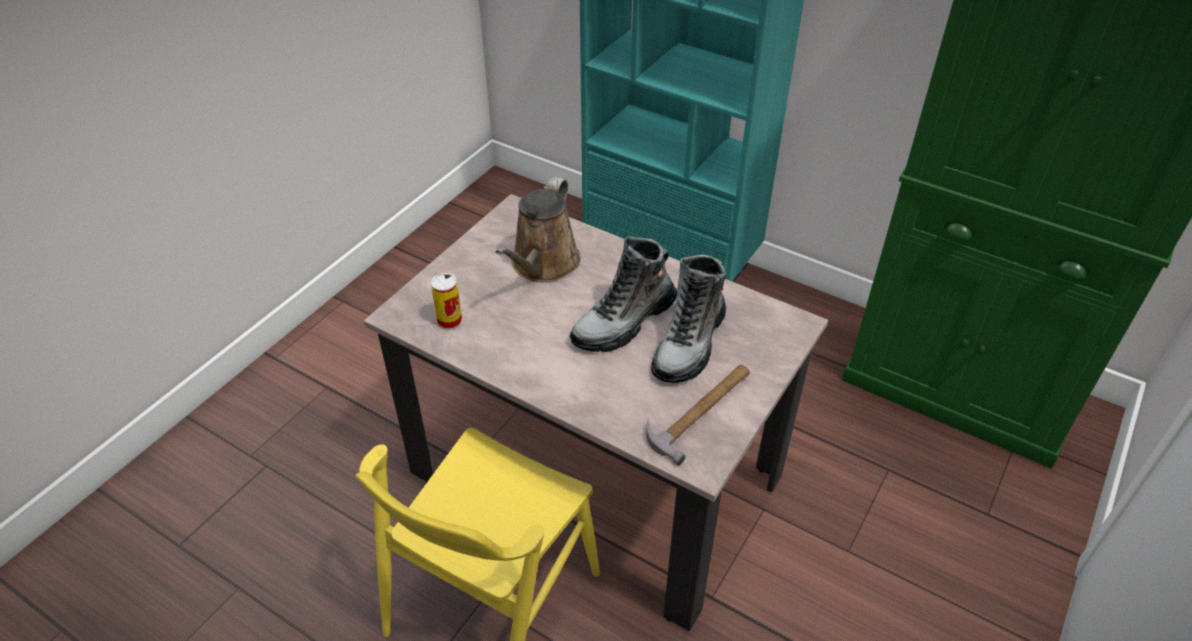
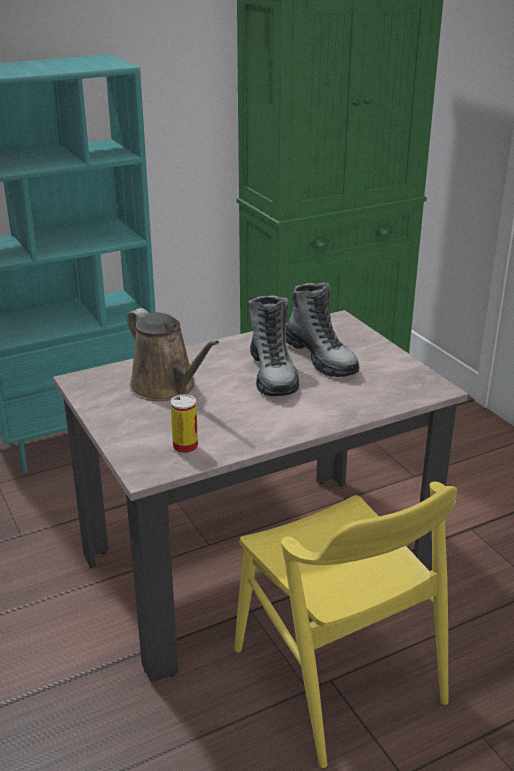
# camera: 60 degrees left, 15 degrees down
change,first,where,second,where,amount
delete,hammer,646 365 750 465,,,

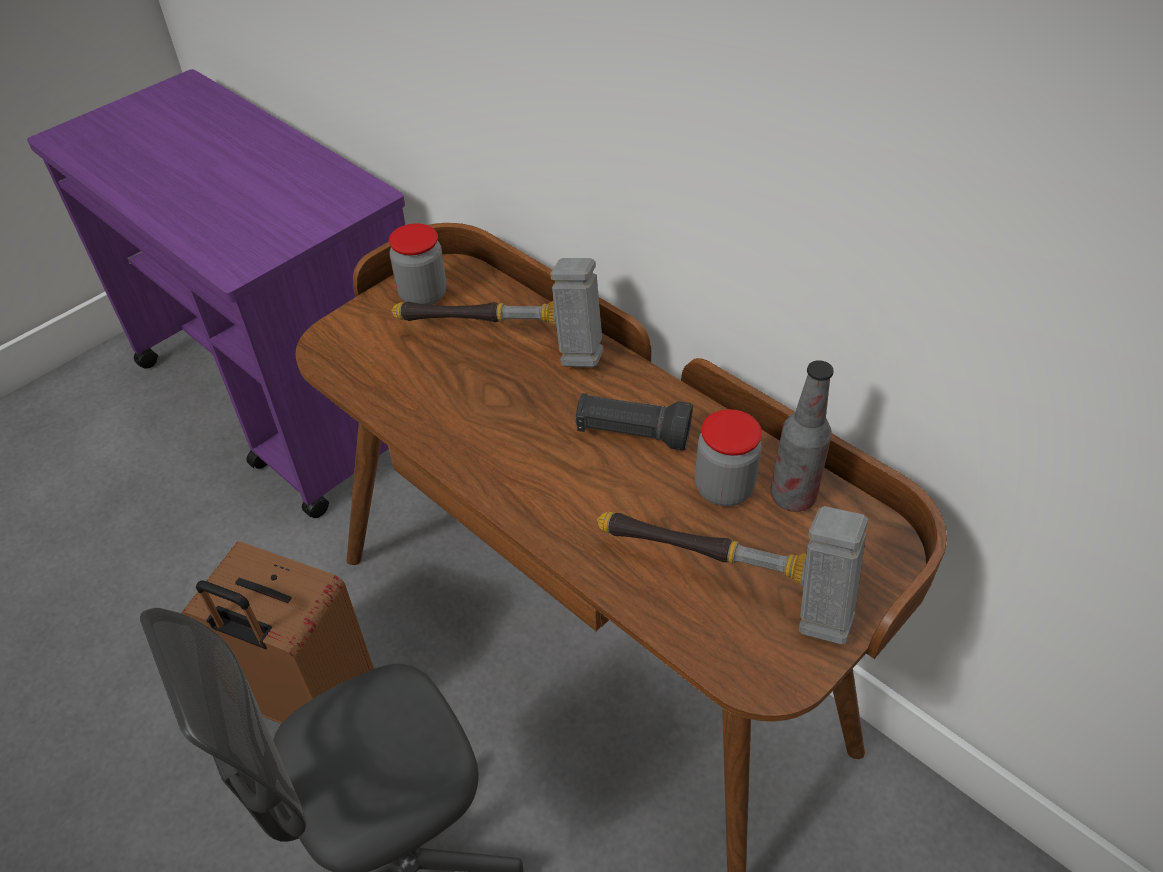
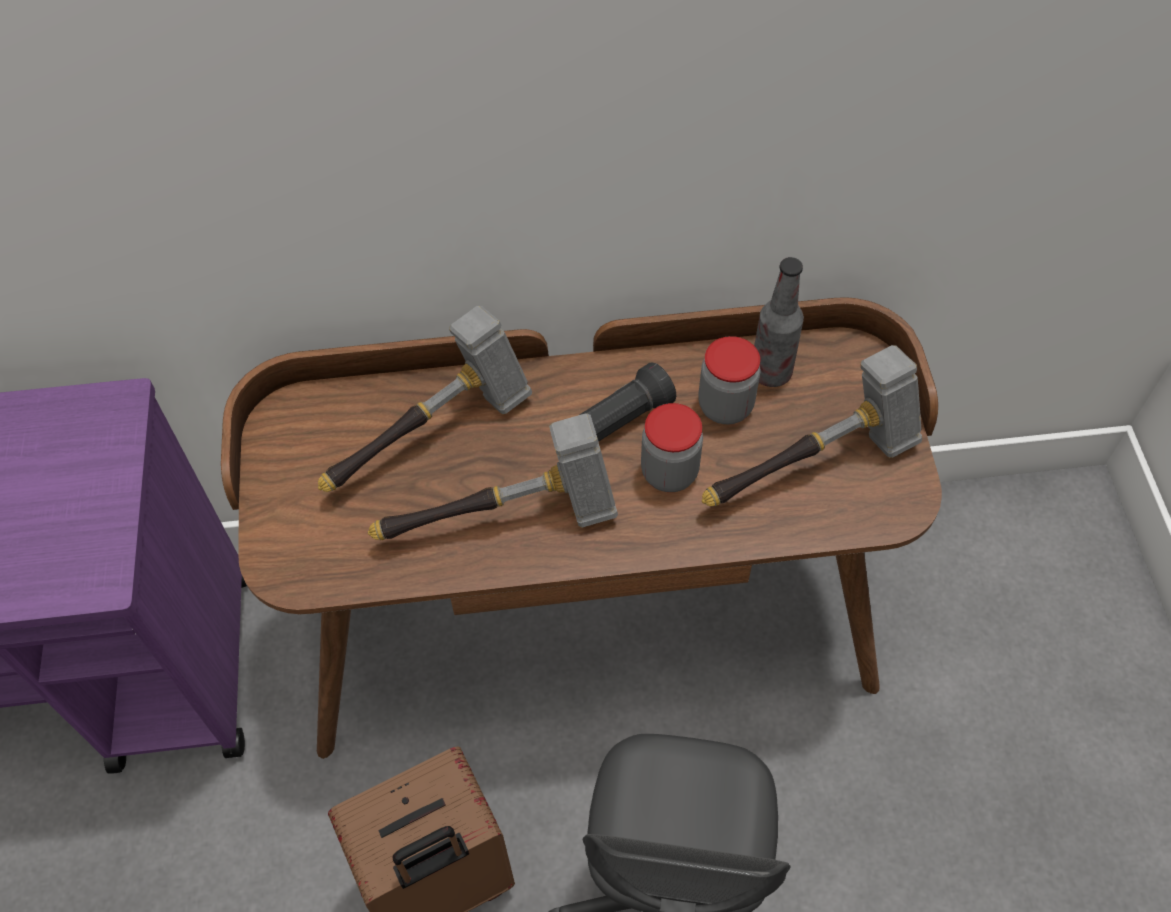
# camera: 50 degrees left, 10 degrees up
change,first,where,second,where,amount
insert,,,hammer,368 413 618 540,
move,jar,389 223 447 305,,641 403 703 492,

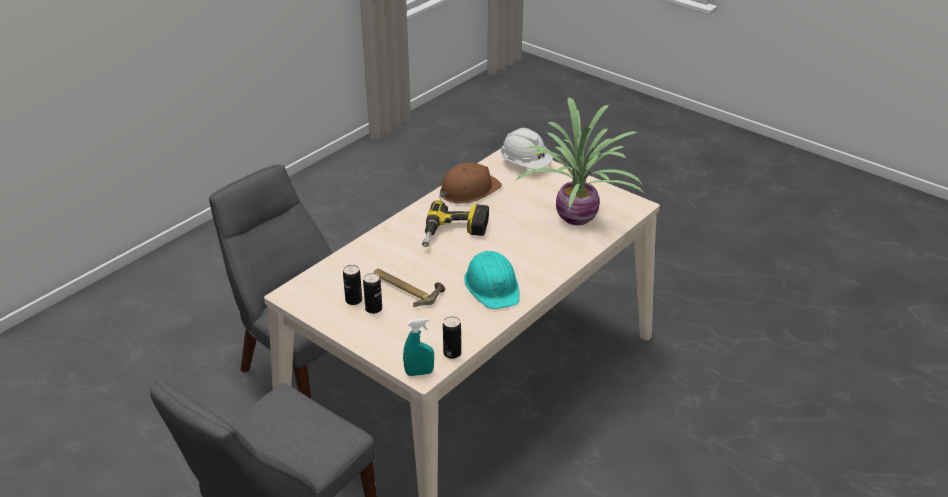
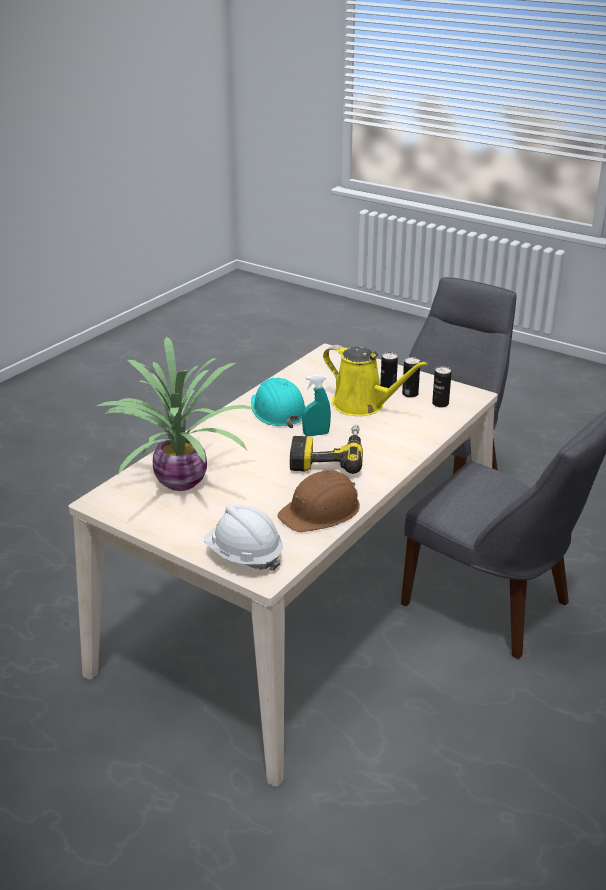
# camera: 175 degrees right, 5 degrees down
change,first,where,second,where,amount
move,spray bottle (turquoise),403 318 434 376,,302 375 331 436,
replace,hammer,374 269 445 307,watering can (yellow),323 345 428 416,
move,can,443 316 461 359,,432 366 451 408,

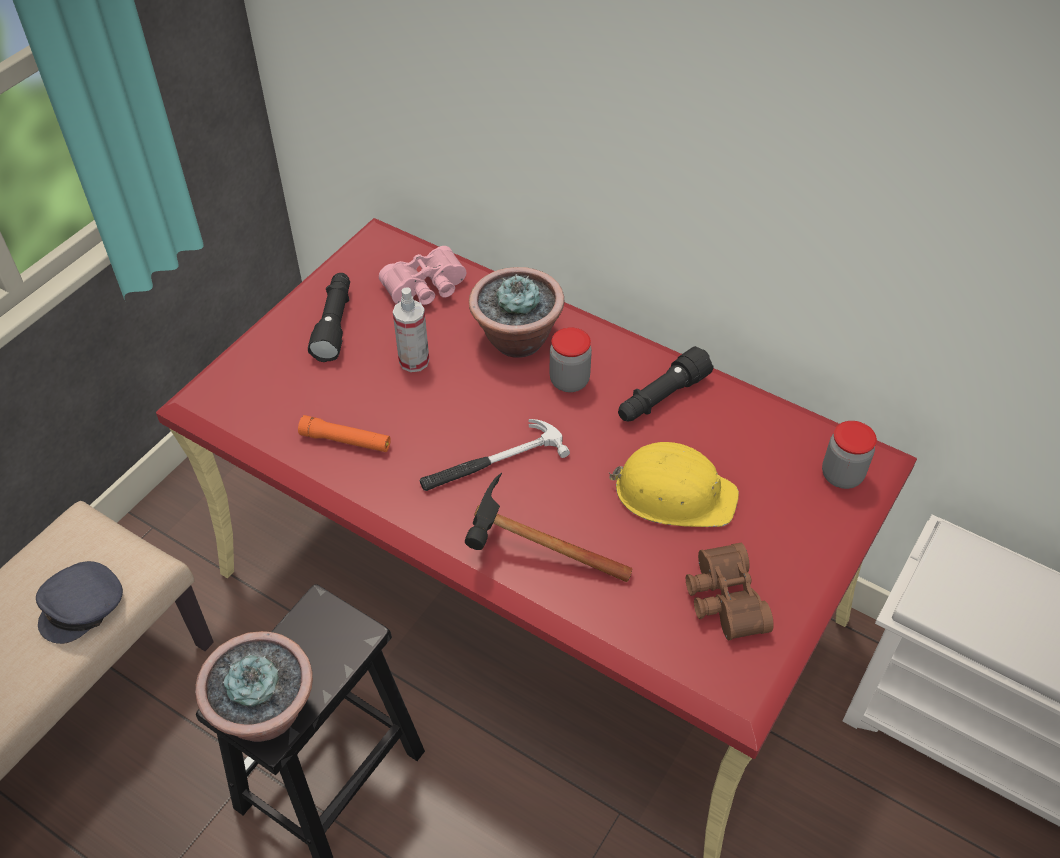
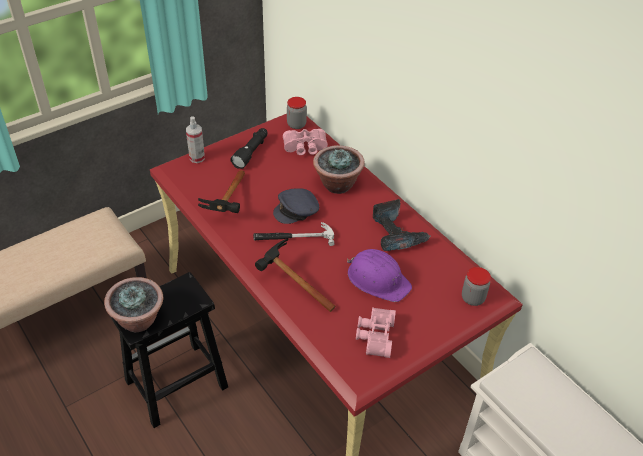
# camera: 20 degrees right, 5 degrees down
change,first,where,second,where,amount
move,spray bottle,393 287 429 372,,186 116 205 163,
replace,flashlight (orange),298 415 391 452,hammer,198 171 245 213,
move,cap (grey),36 561 123 644,,273 188 319 224,
move,jar,549 327 592 392,,287 97 307 129,
recolor,hard hat (yellow),609 442 739 527,hard hat (purple),347 249 412 302,
recolor,binoculars (brown),686 543 774 641,binoculars (pink),356 307 396 358,
replace,flashlight (black),618 346 713 421,power drill,373 199 431 251,

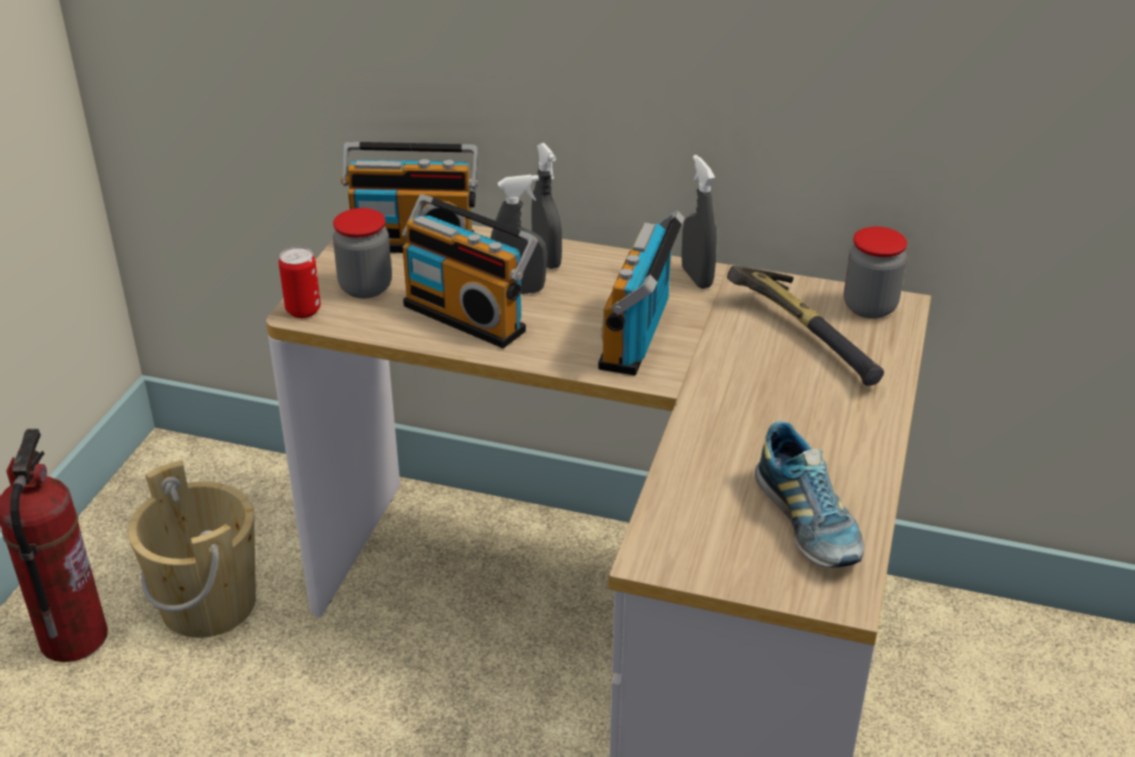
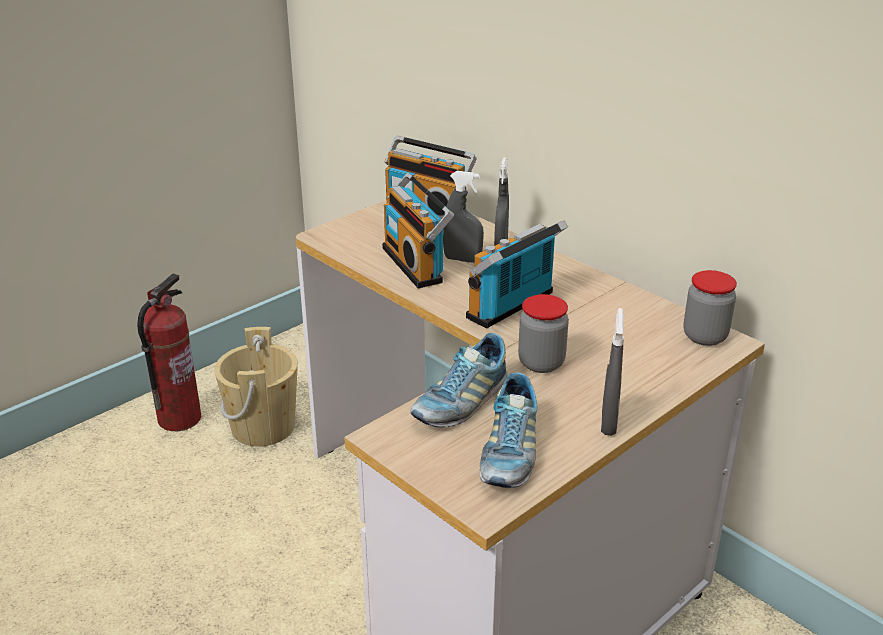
# camera: 30 degrees right, 5 degrees down
change,first,where,second,where,amount
insert,,,shoe,411 333 508 427,
move,jar,333 208 392 298,,518 294 569 373,
move,spray bottle (grey),681 155 717 289,,601 308 624 436,
delete,can,279 247 321 318,,,
delete,hammer,727 266 884 386,,,

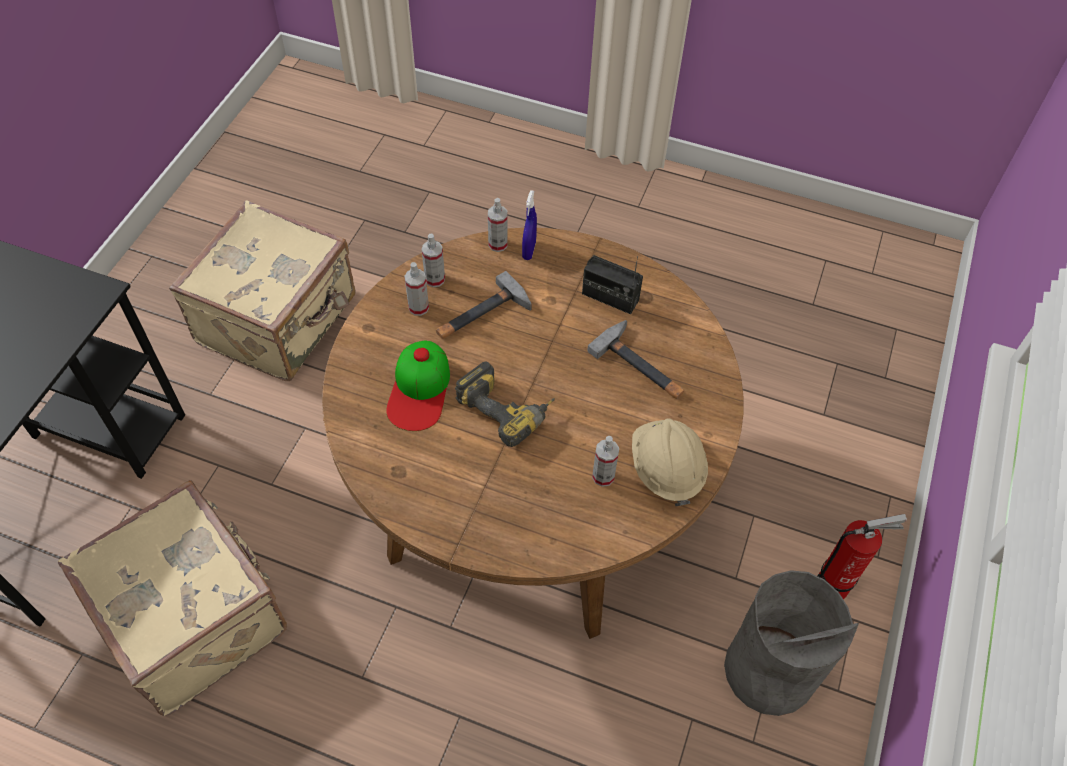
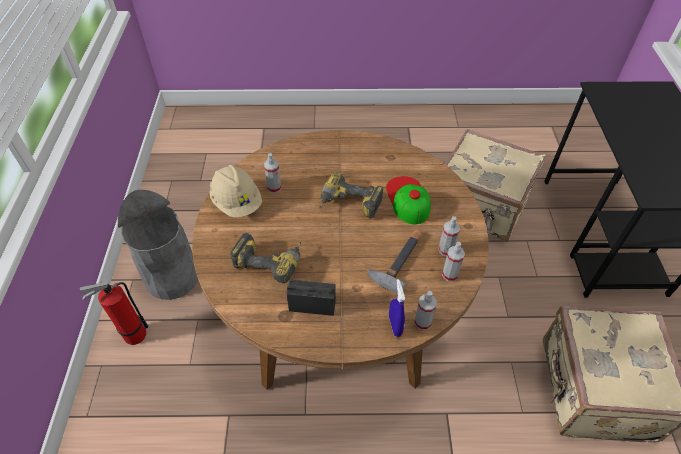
# camera: 160 degrees right, 5 degrees down
change,first,where,second,where,amount
replace,hammer,587 320 684 399,power drill,230 233 301 283,

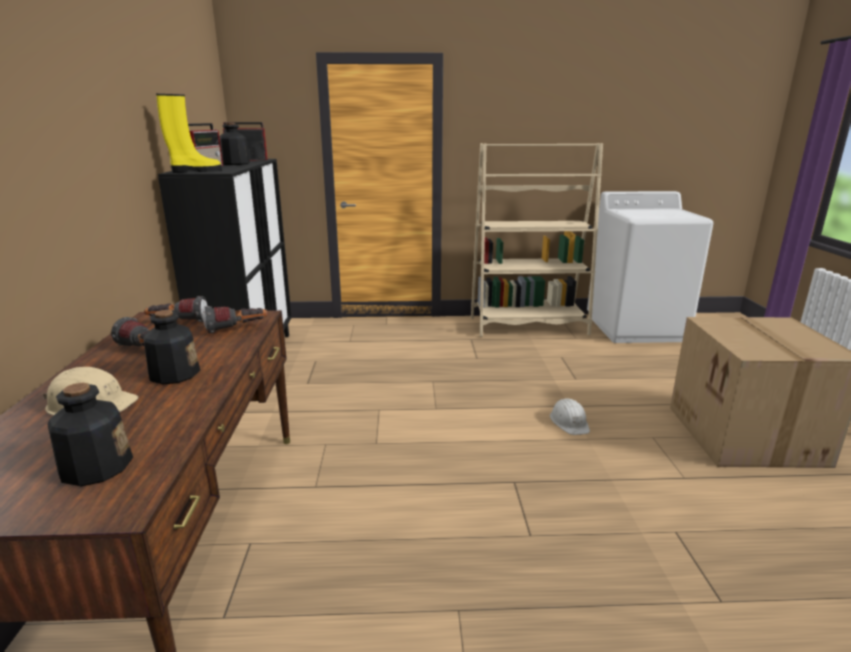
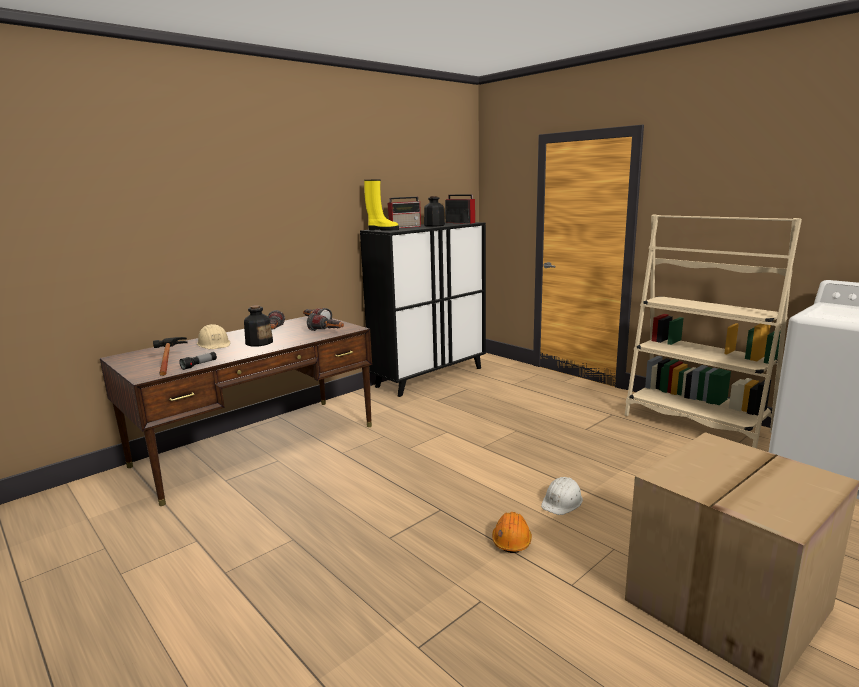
# camera: 50 degrees right, 5 degrees down
change,first,where,second,where,amount
replace,bottle,47 382 133 486,hammer,153 337 187 376,
insert,,,flashlight,179 352 217 370,
insert,,,hard hat (orange),492 512 532 553,

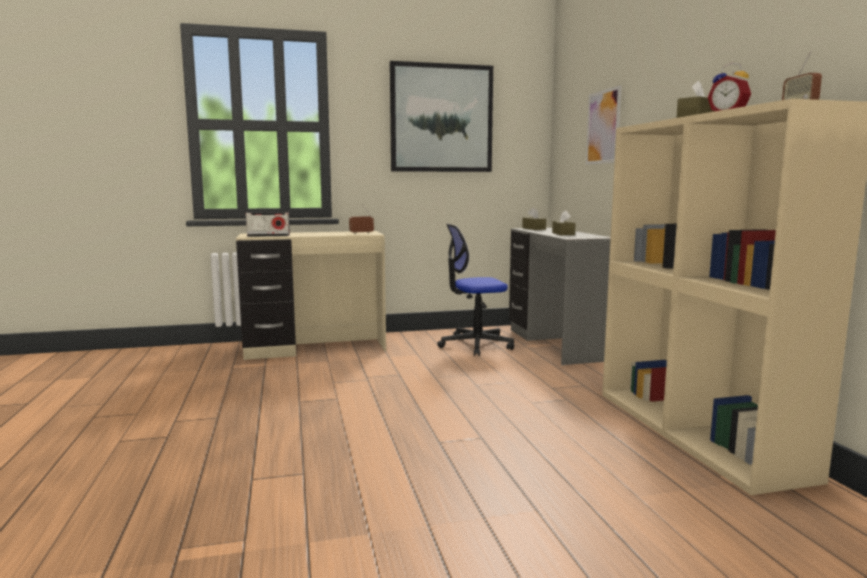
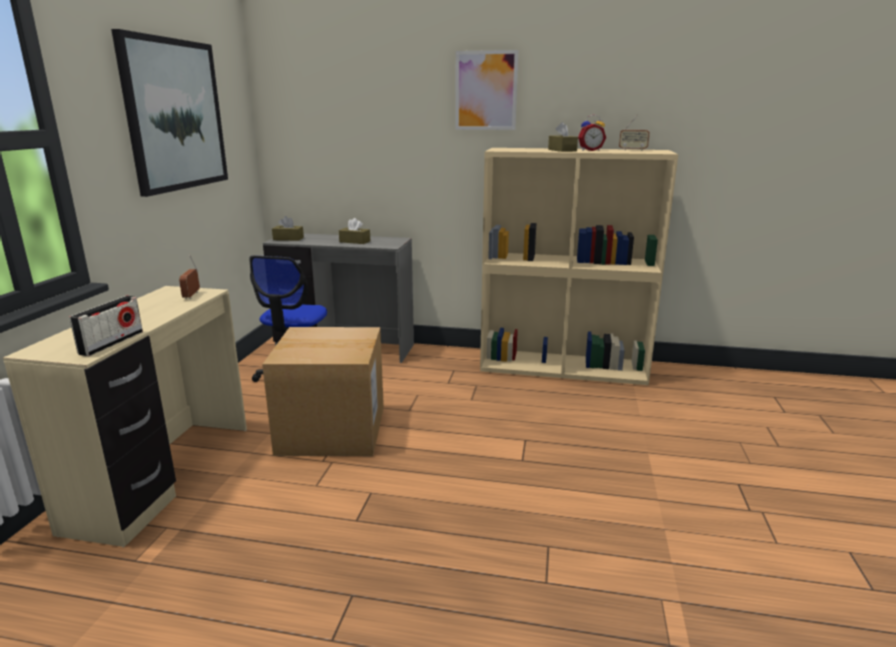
# camera: 65 degrees left, 10 degrees up
change,first,where,second,where,amount
insert,,,cardboard box,262 327 384 456,
move,picture,586 85 622 164,,455 50 518 130,

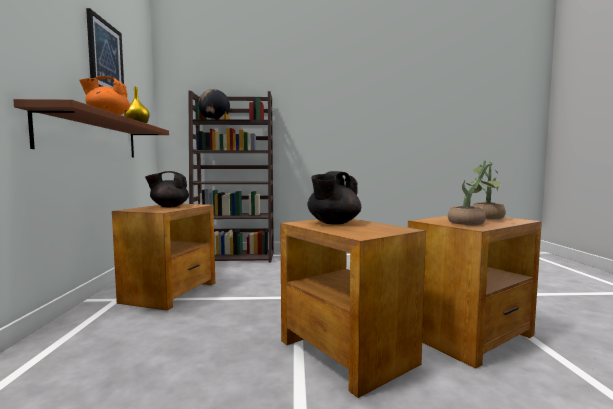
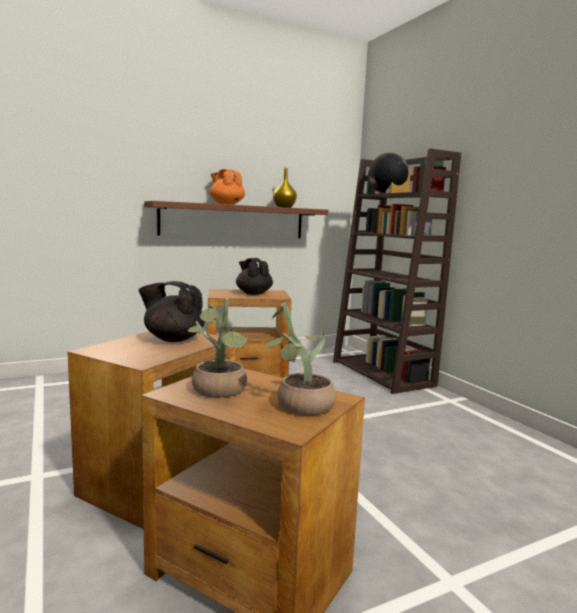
# camera: 65 degrees right, 5 degrees up
change,first,where,second,where,amount
delete,picture,86 8 124 87,,,

